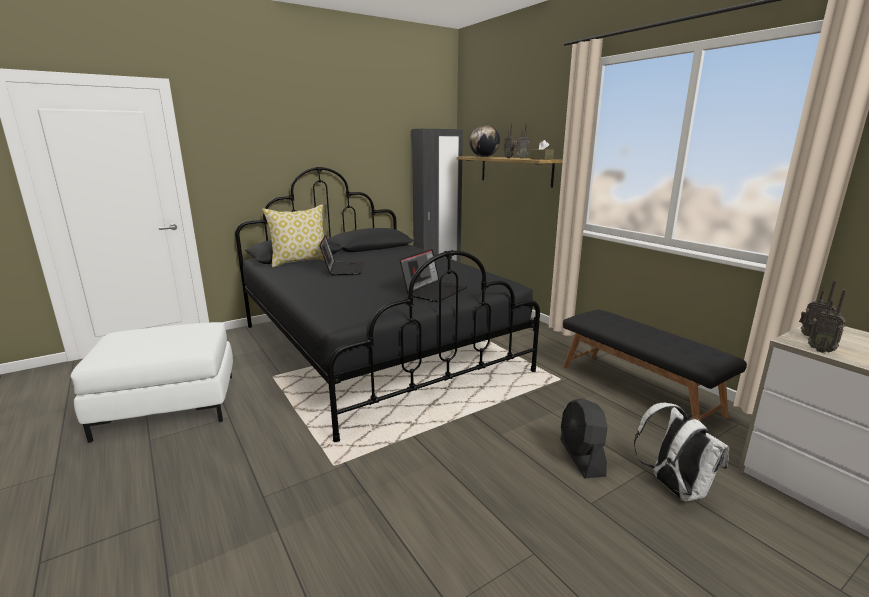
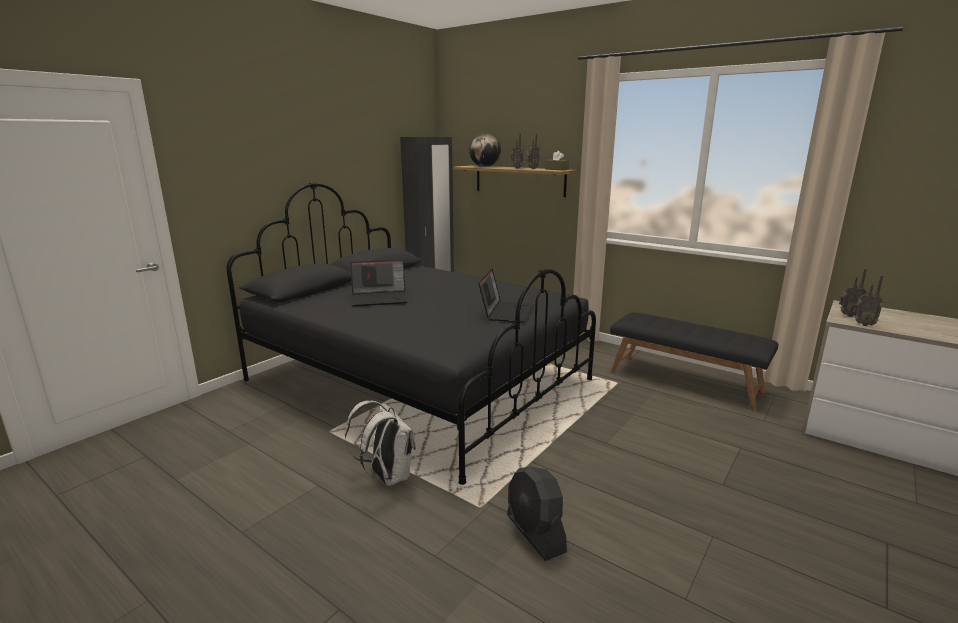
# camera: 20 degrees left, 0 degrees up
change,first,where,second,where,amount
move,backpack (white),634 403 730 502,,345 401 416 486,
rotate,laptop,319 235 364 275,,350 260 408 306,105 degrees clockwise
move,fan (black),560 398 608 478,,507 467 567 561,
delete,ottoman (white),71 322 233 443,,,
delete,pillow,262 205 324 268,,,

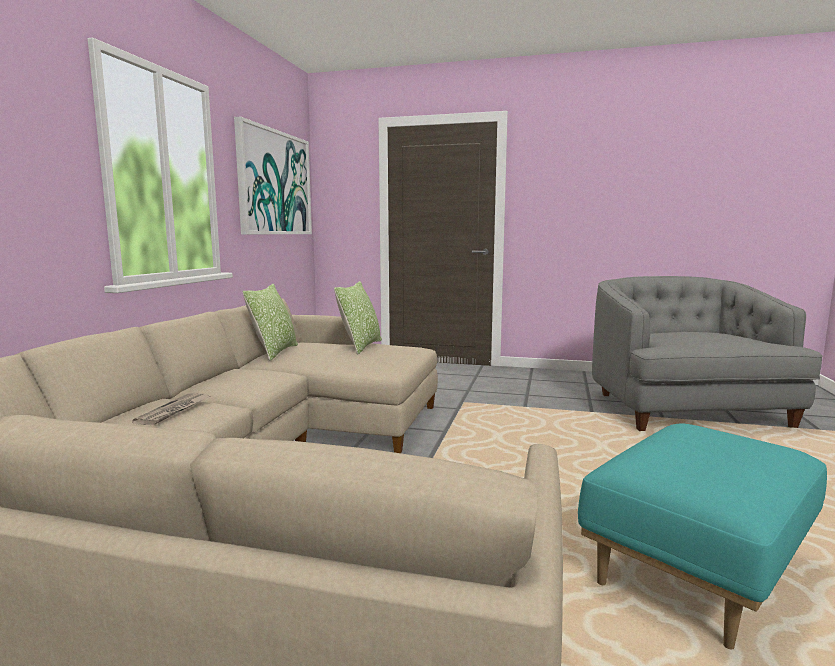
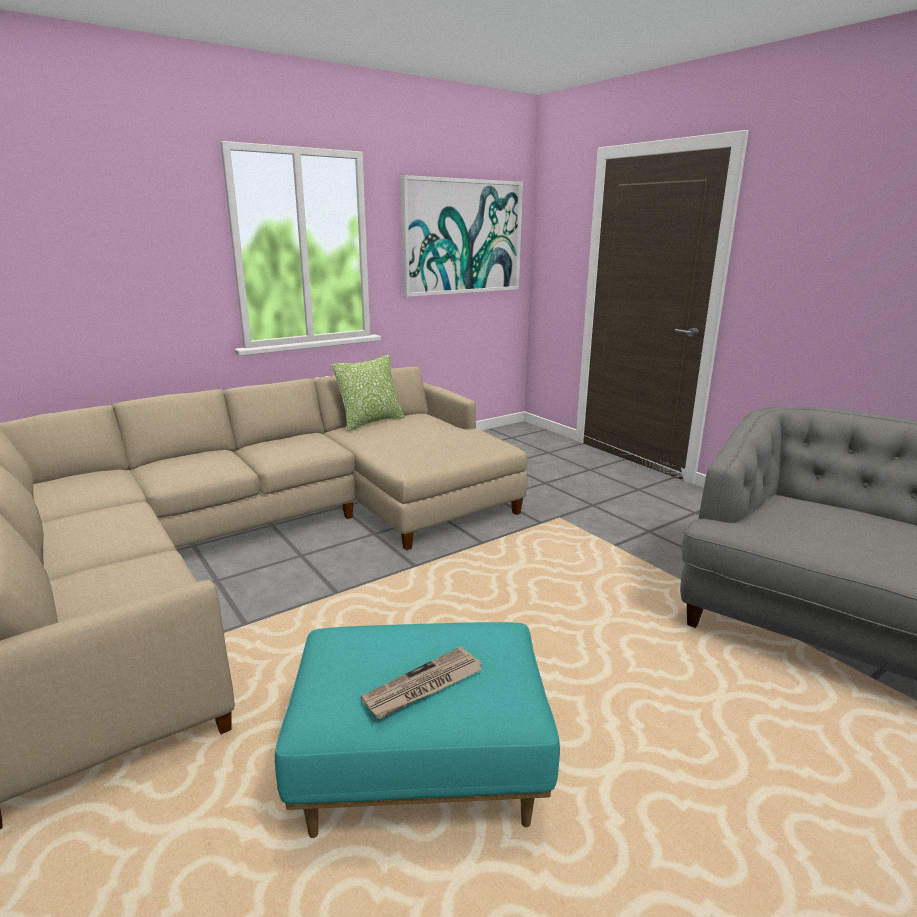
# camera: 40 degrees right, 10 degrees up
change,first,where,second,where,amount
move,newspaper,132 393 210 425,,361 646 483 719,
delete,pillow,334 281 382 355,,,

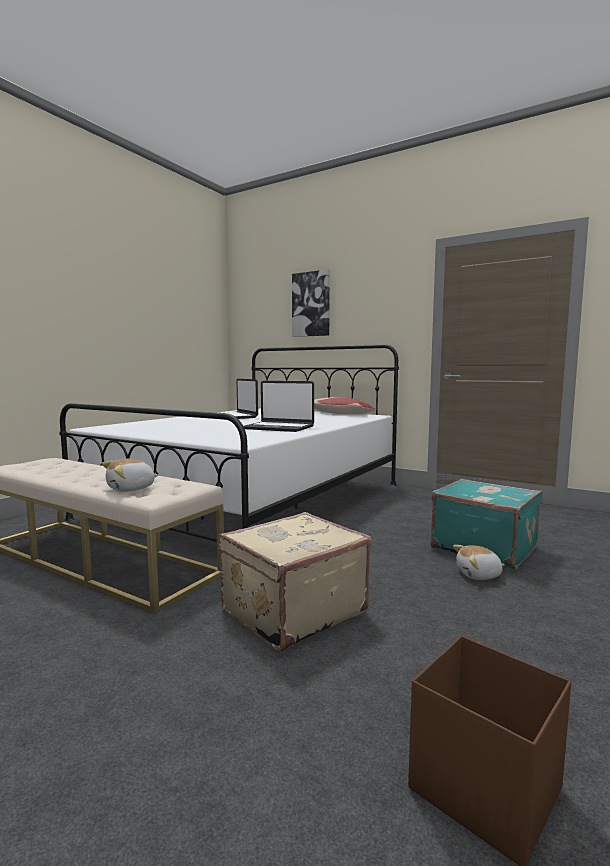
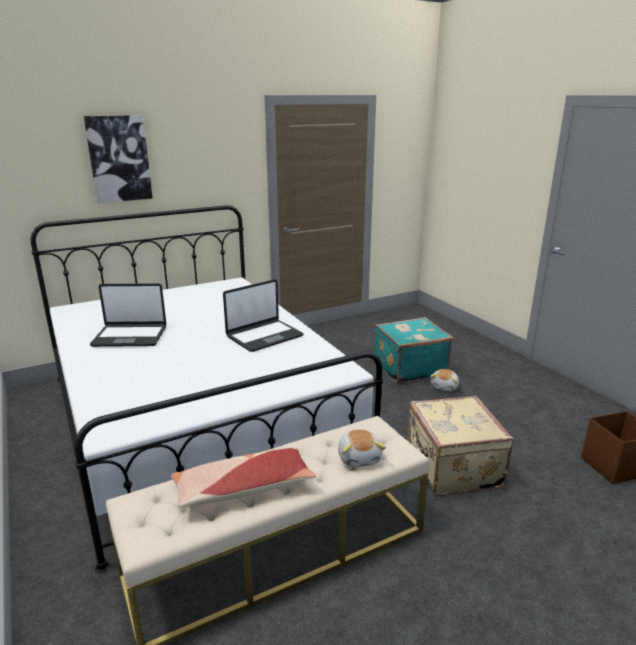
# camera: 60 degrees left, 15 degrees up
change,first,where,second,where,amount
move,pillow,314 397 377 414,,171 447 316 508,

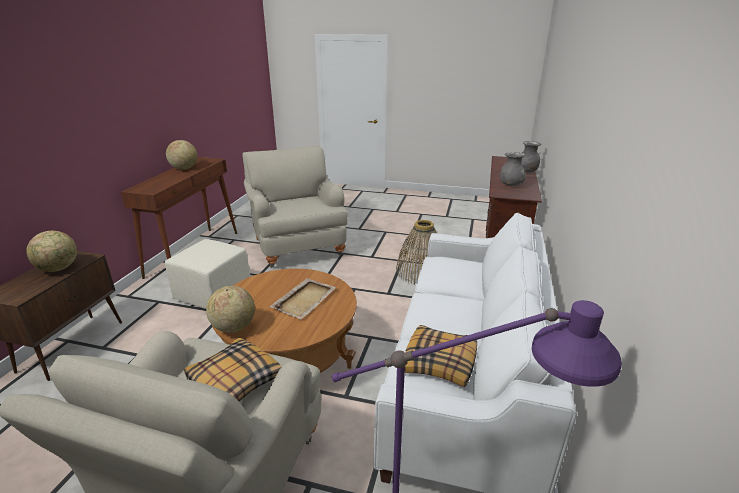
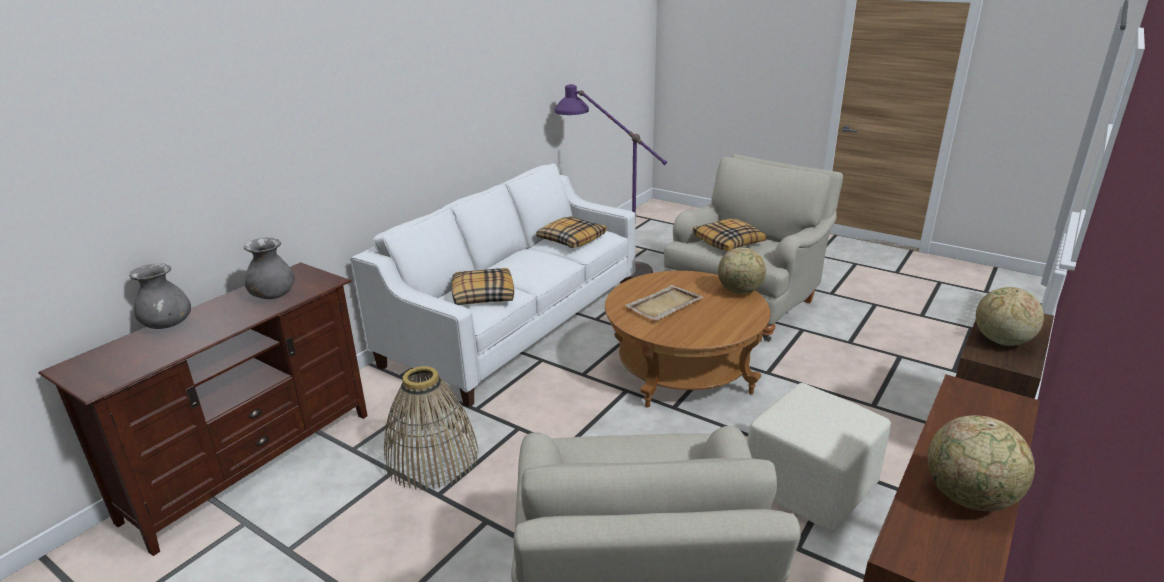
# camera: 160 degrees left, 0 degrees up
change,first,where,second,where,amount
insert,,,pillow,452 268 514 305,

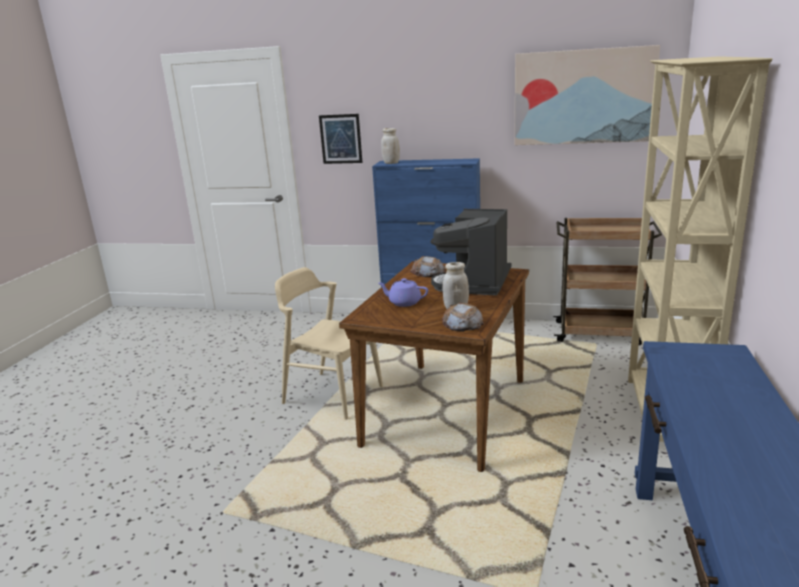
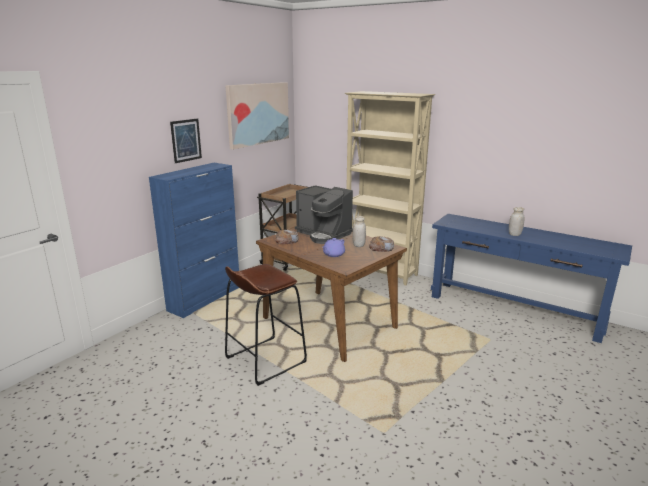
# camera: 70 degrees left, 0 degrees up
change,first,where,second,where,amount
move,picture,319 114 362 164,,170 119 202 163,
replace,chair (beige),275 267 383 420,stool (brown),225 264 307 386,
move,jar (white),381 128 400 164,,509 207 524 236,

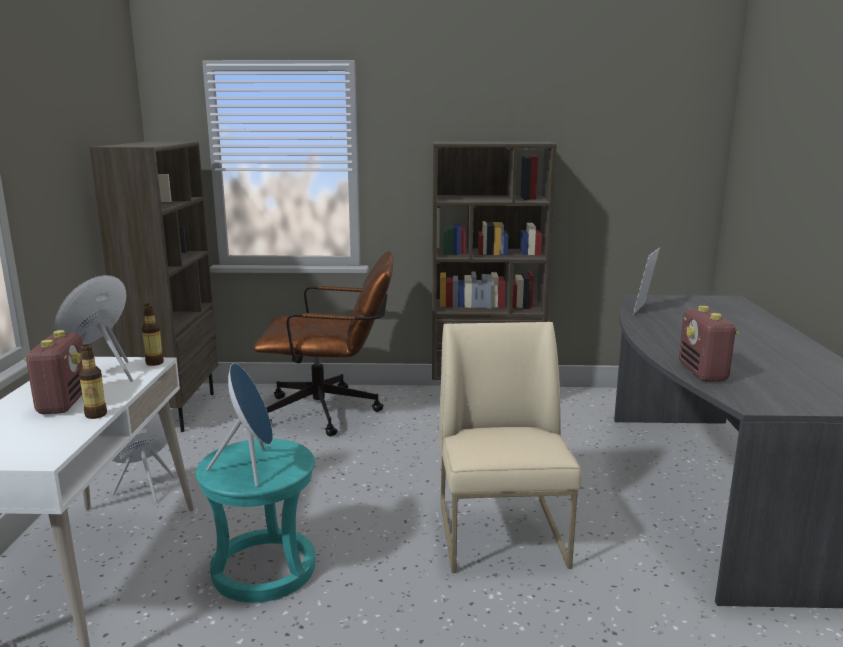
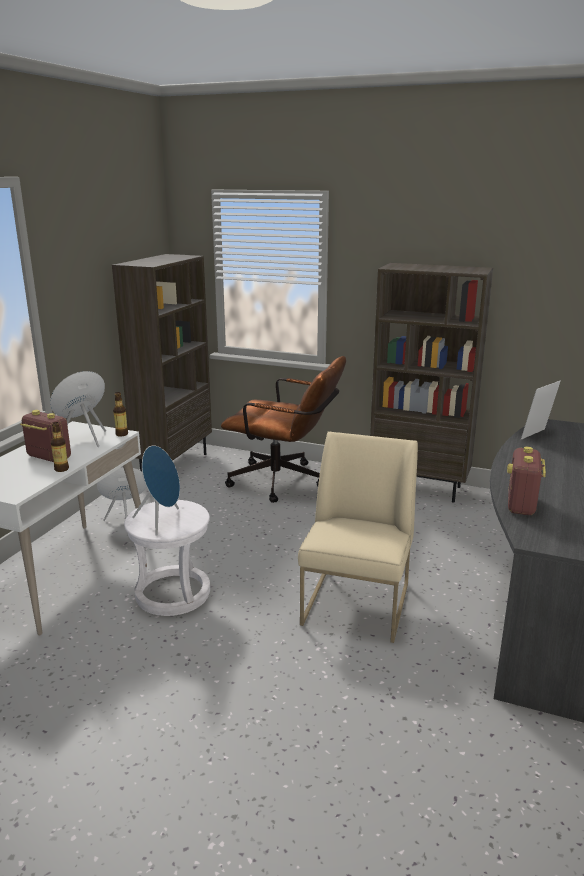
# camera: 20 degrees right, 5 degrees up
change,first,where,second,where,amount
rotate,radio,24 330 83 414,,20 410 71 462,75 degrees counterclockwise
recolor,stool (turquoise),196 439 316 603,stool (white),124 500 210 616,

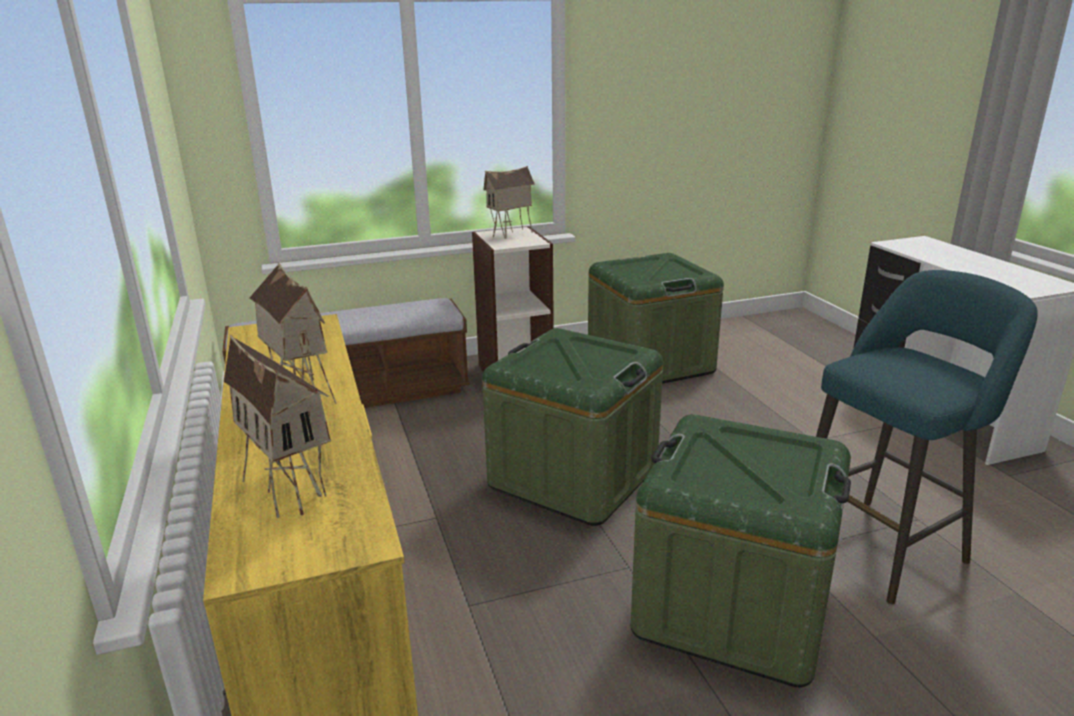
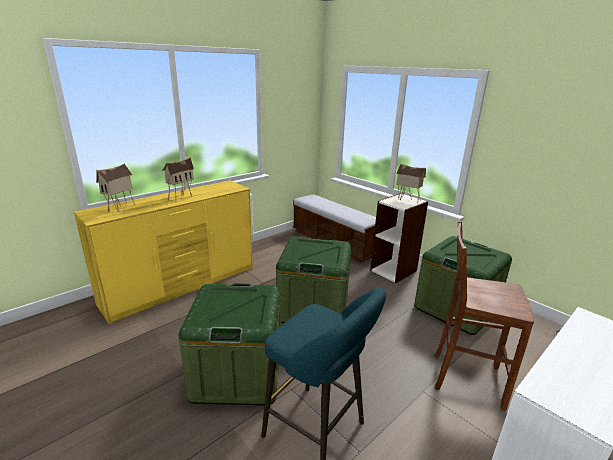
# camera: 65 degrees right, 0 degrees up
change,first,where,second,where,amount
insert,,,stool (brown),435 221 534 411,

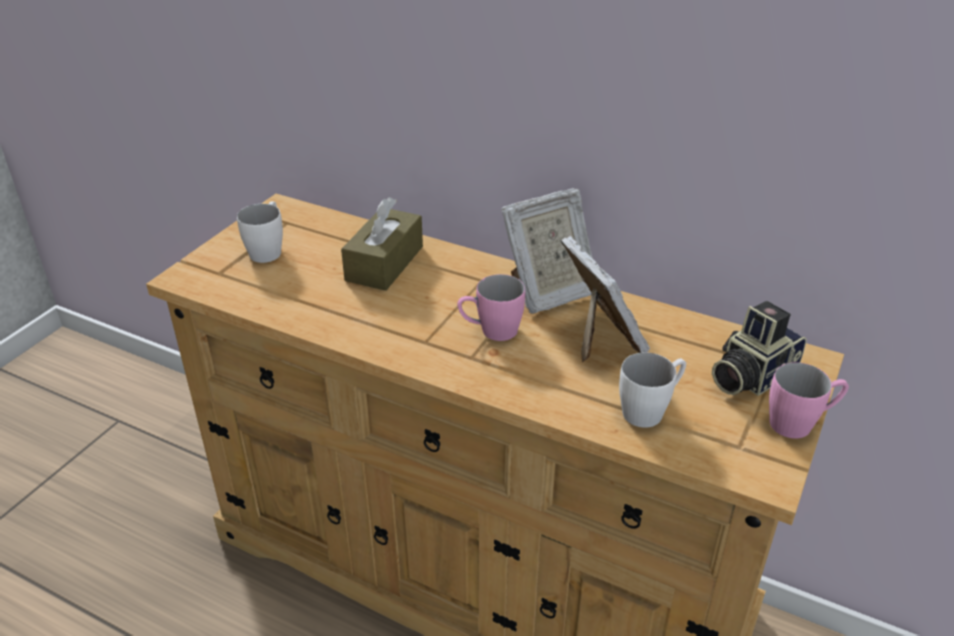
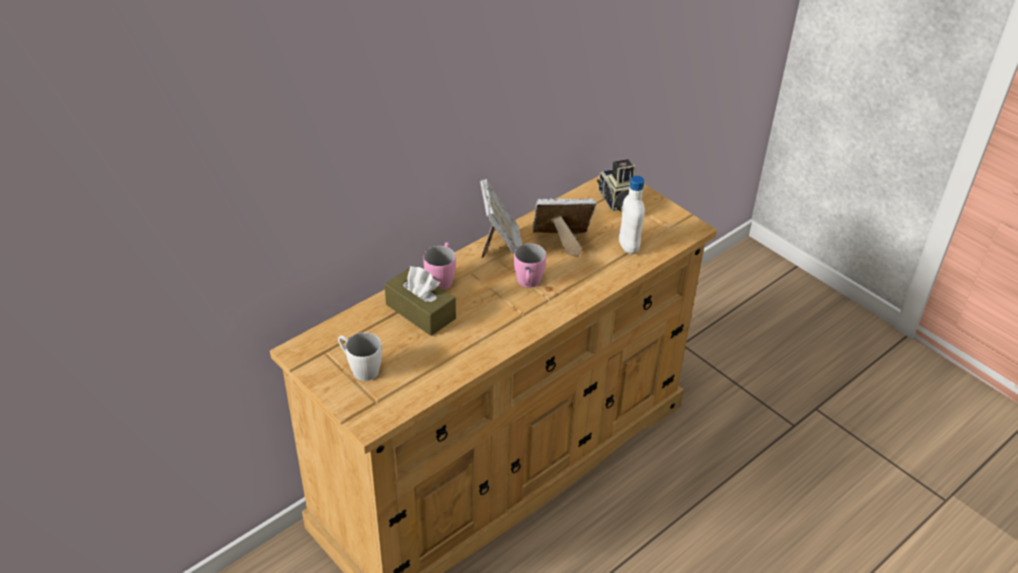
# camera: 70 degrees left, 5 degrees up
change,first,where,second,where,amount
move,mug (pink),769 362 849 439,,423 242 456 290,
replace,mug (white),619 352 686 428,bottle (white),619 176 645 254,

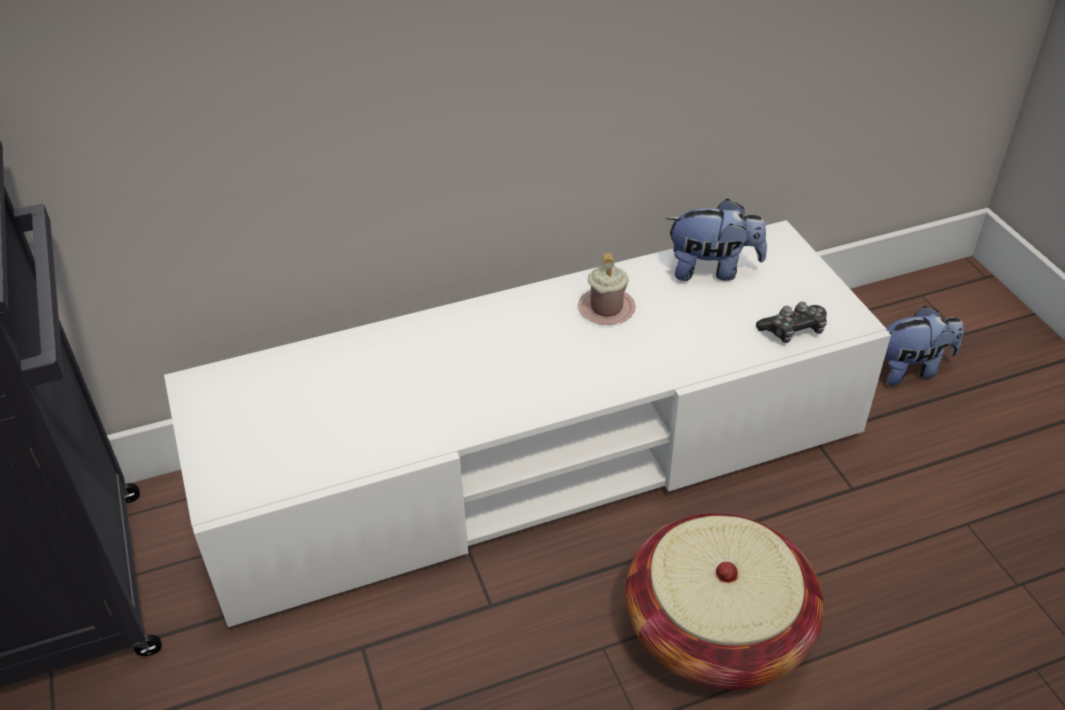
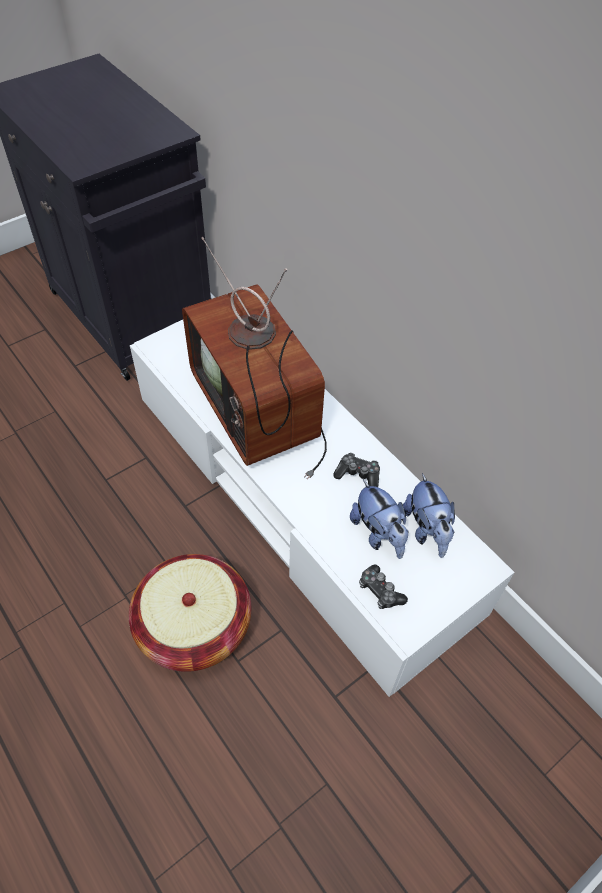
# camera: 70 degrees right, 10 degrees up
change,first,where,second,where,amount
insert,,,television,182 237 327 479,
replace,mug (pink),578 253 636 325,game controller,333 453 380 487,
move,plush toy,885 306 964 386,,350 480 409 559,

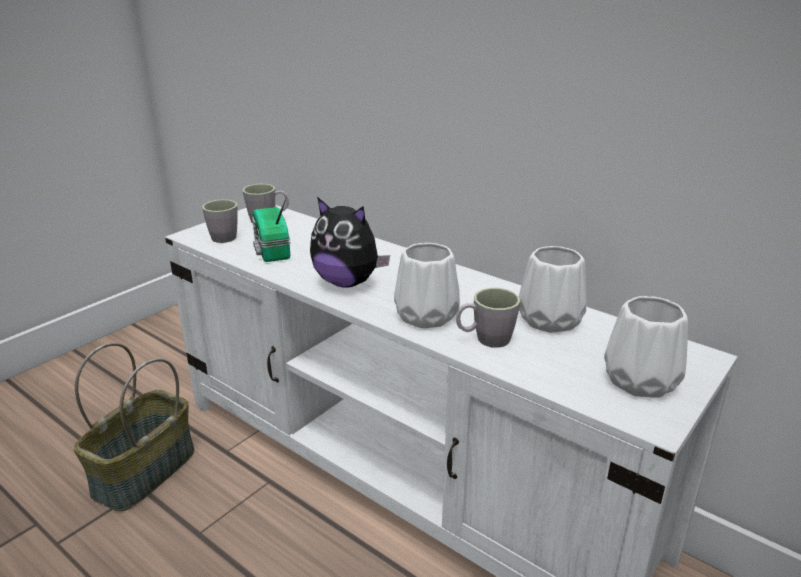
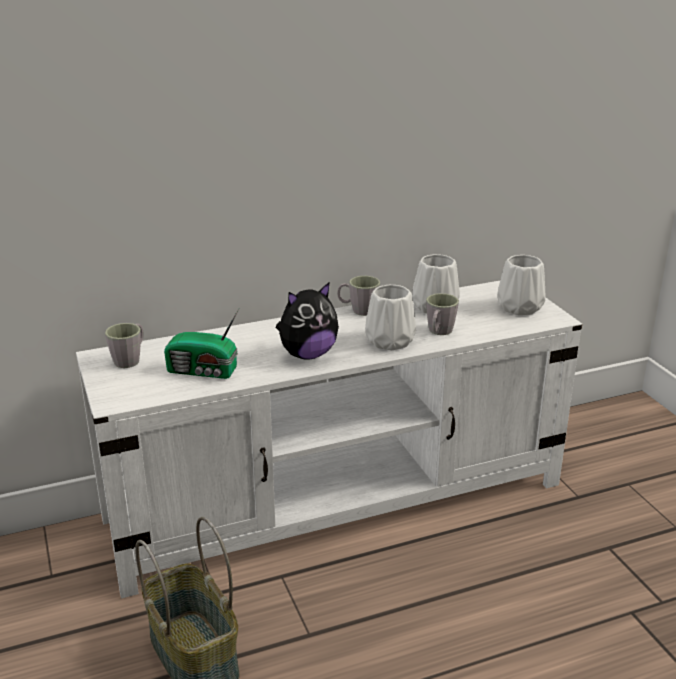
# camera: 60 degrees left, 0 degrees up
change,first,where,second,where,amount
move,mug (grey),202 199 238 243,,337 276 380 316,

